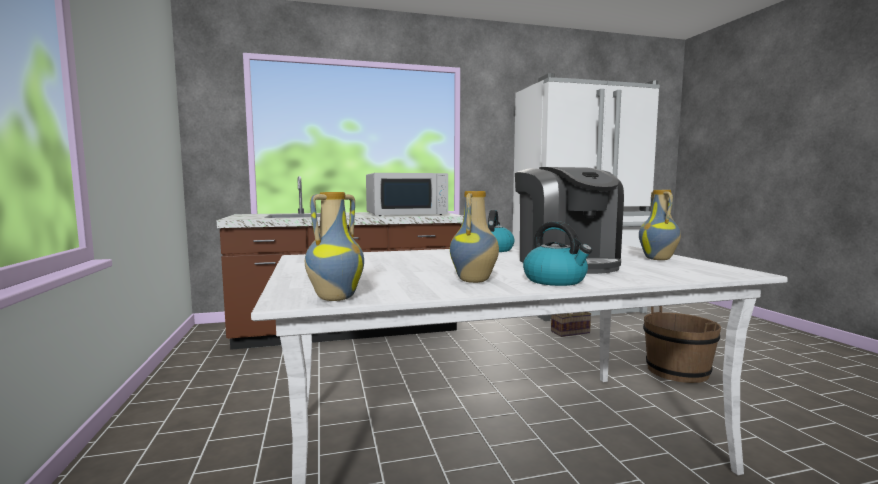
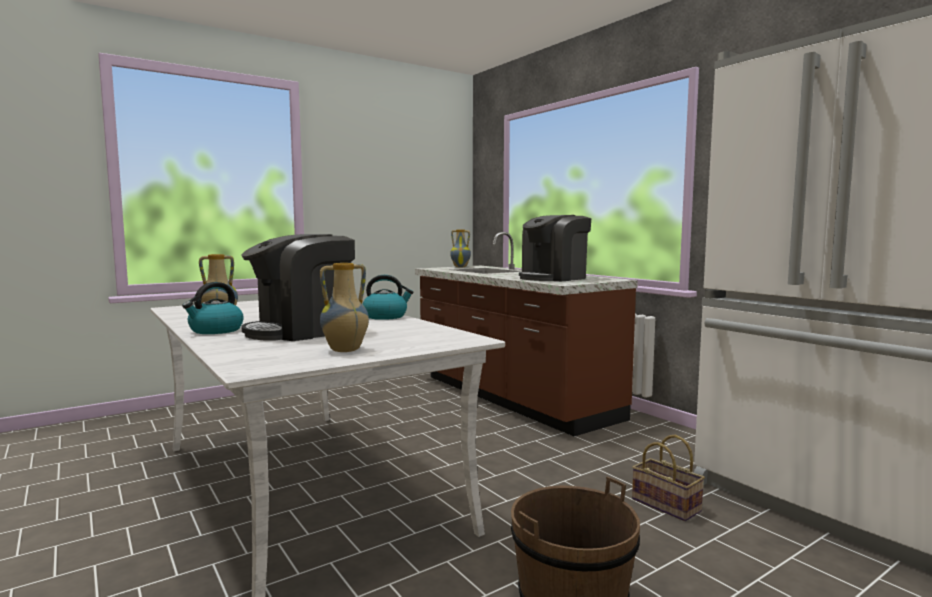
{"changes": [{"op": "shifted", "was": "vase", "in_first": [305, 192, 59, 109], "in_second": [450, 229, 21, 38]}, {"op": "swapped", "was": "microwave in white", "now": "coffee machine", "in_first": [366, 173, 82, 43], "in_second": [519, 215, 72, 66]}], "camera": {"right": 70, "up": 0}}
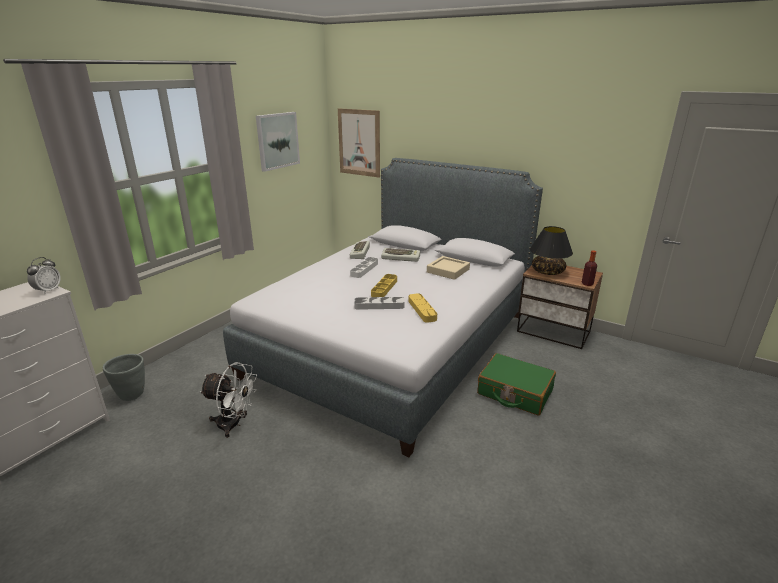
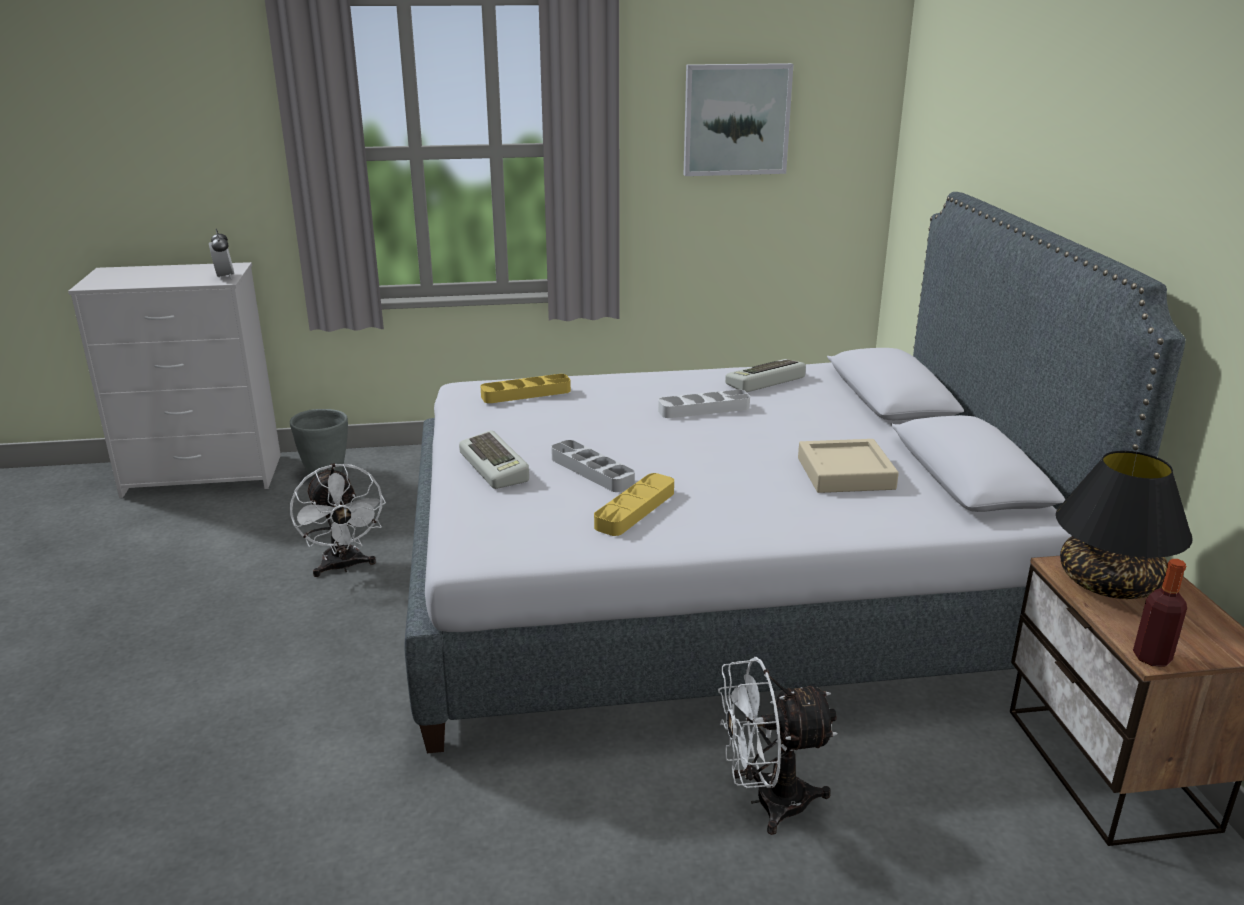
{"changes": [{"op": "rotated", "was": "alarm clock", "in_first": [27, 257, 34, 37], "in_second": [209, 229, 25, 50], "clockwise": -90}, {"op": "shifted", "was": "keyboard", "in_first": [381, 248, 39, 14], "in_second": [459, 430, 70, 59]}, {"op": "shifted", "was": "tray in yellow", "in_first": [371, 274, 26, 23], "in_second": [480, 374, 91, 29]}, {"op": "swapped", "was": "suitcase in green", "now": "fan in white", "in_first": [477, 353, 79, 62], "in_second": [718, 657, 120, 178]}, {"op": "gone", "was": "picture", "in_first": [338, 108, 42, 70]}], "camera": {"right": 50, "up": 0}}
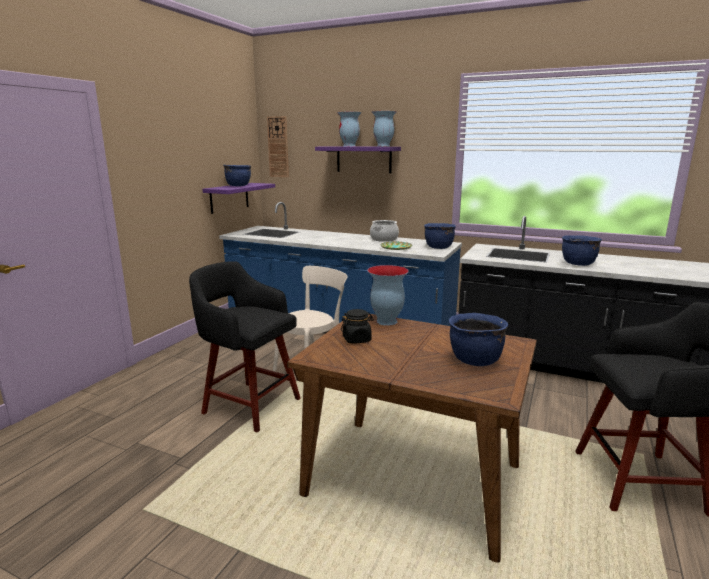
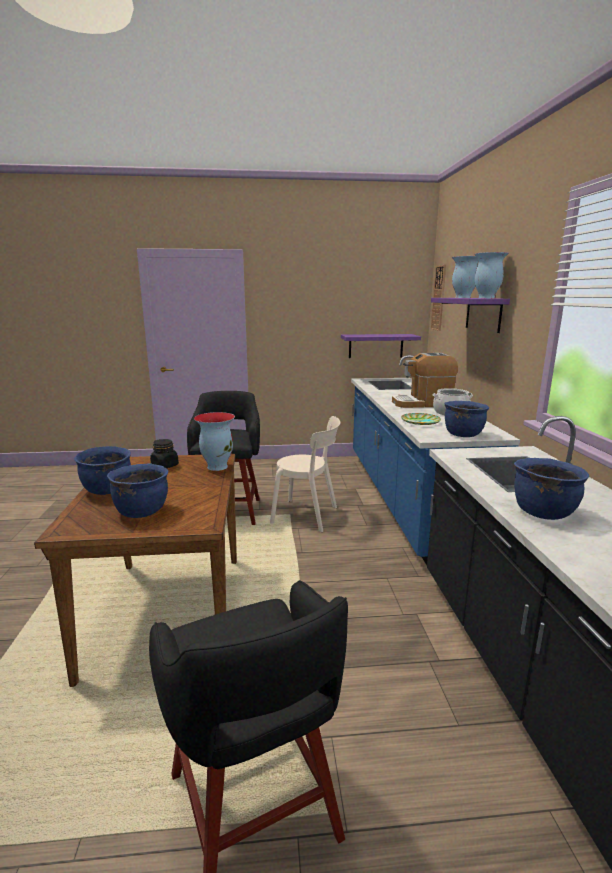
{"changes": [{"op": "shifted", "was": "cooking pot in blue", "in_first": [223, 165, 29, 21], "in_second": [74, 446, 57, 49]}, {"op": "new", "now": "coffee machine", "in_second": [392, 353, 66, 55]}], "camera": {"right": 60, "up": 0}}
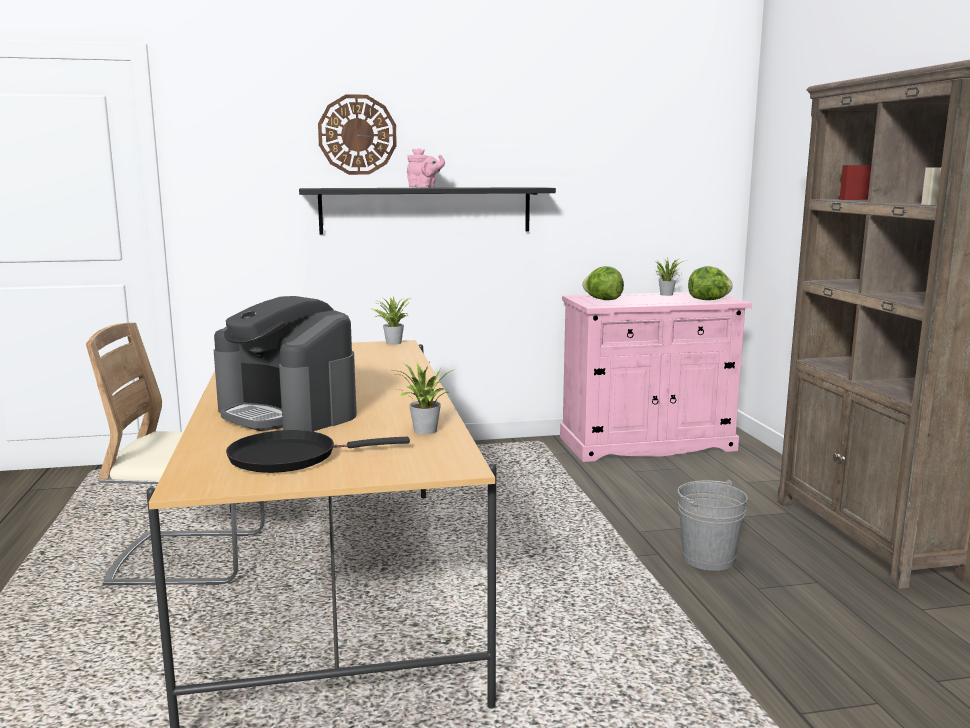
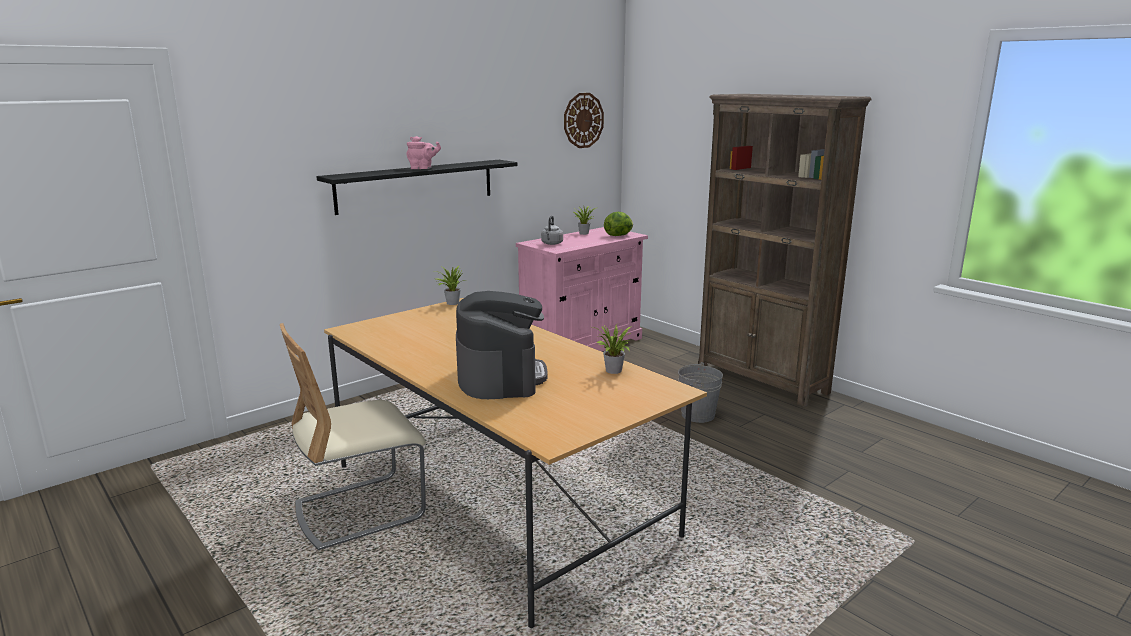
{"changes": [{"op": "rotated", "was": "coffee machine", "in_first": [214, 296, 143, 136], "in_second": [456, 291, 91, 108], "clockwise": -105}, {"op": "swapped", "was": "lettuce", "now": "kettle in grey", "in_first": [582, 266, 42, 34], "in_second": [541, 216, 22, 29]}, {"op": "shifted", "was": "wall clock", "in_first": [318, 94, 79, 81], "in_second": [564, 93, 40, 55]}, {"op": "gone", "was": "frying pan in black", "in_first": [226, 430, 184, 43]}], "camera": {"right": -30, "up": 5}}
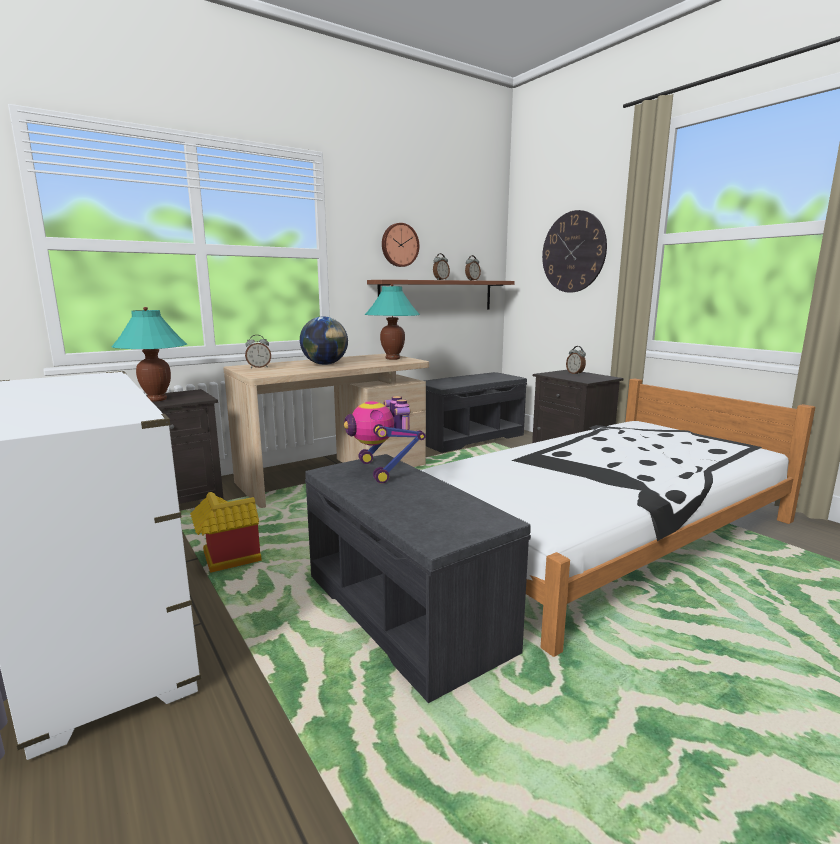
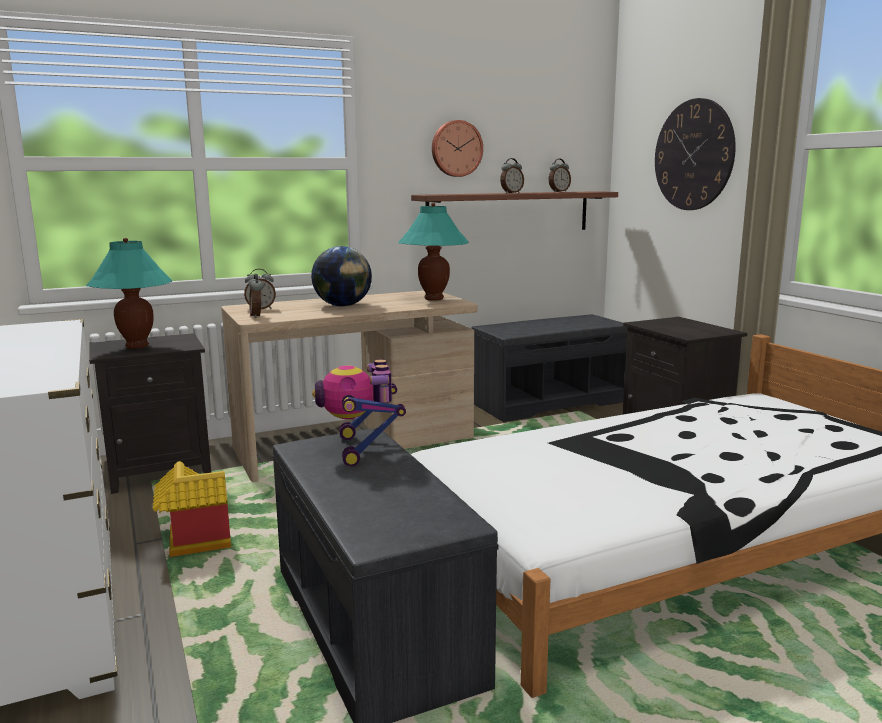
{"changes": [{"op": "shifted", "was": "alarm clock", "in_first": [566, 346, 20, 29], "in_second": [248, 274, 16, 44]}], "camera": {"right": 10, "up": 0}}
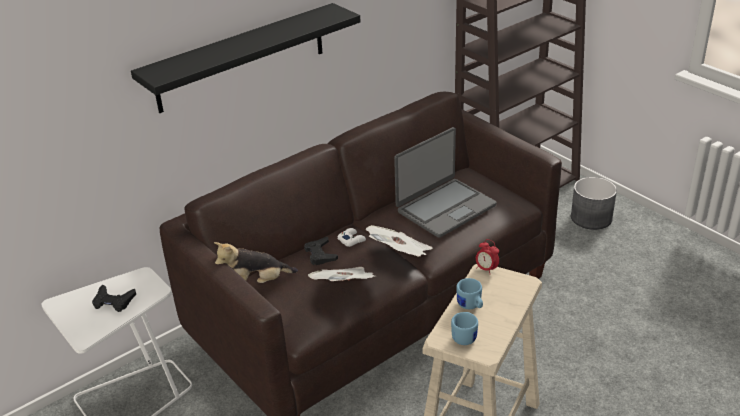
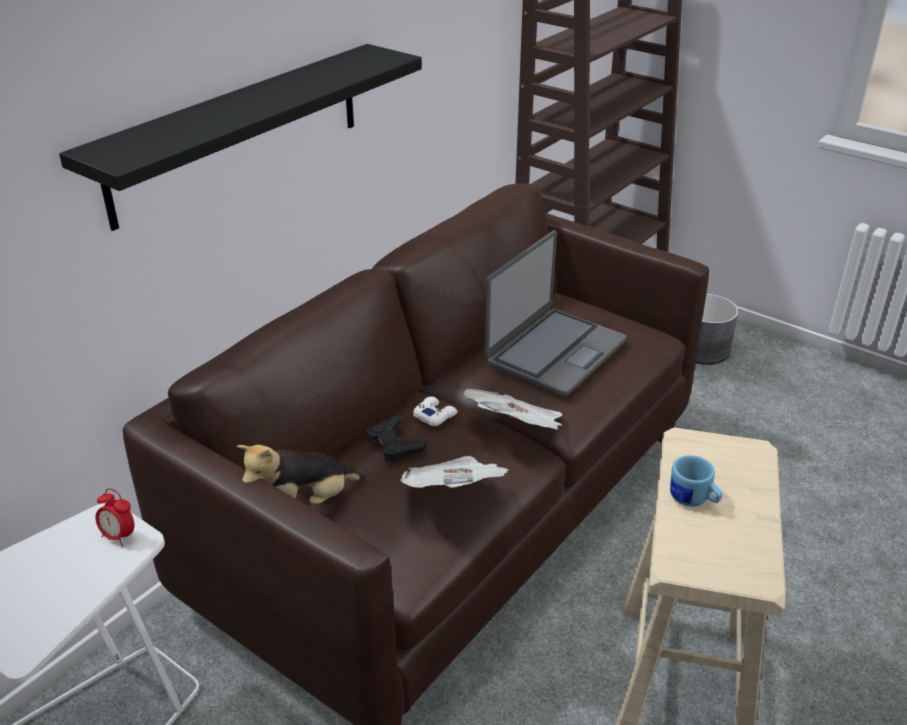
{"changes": [{"op": "shifted", "was": "alarm clock", "in_first": [476, 239, 23, 36], "in_second": [95, 489, 39, 58]}, {"op": "gone", "was": "game controller in black", "in_first": [92, 284, 44, 28]}, {"op": "gone", "was": "mug in blue", "in_first": [451, 312, 27, 33]}], "camera": {"right": -15, "up": 0}}
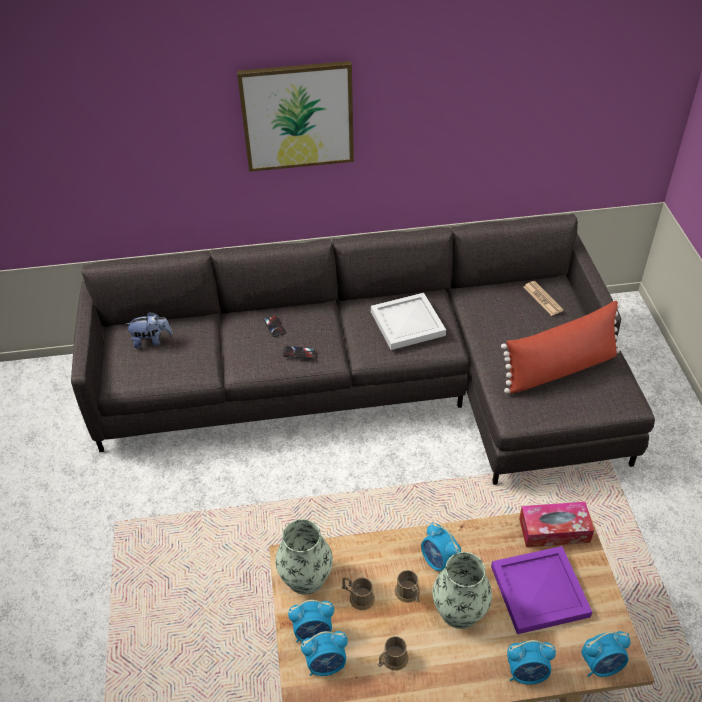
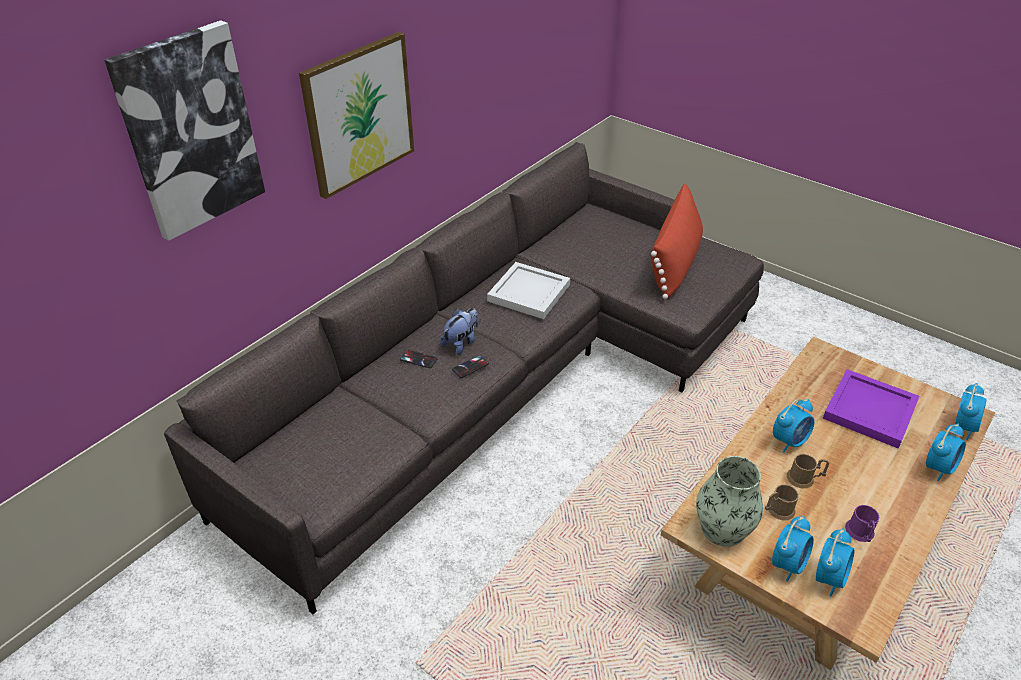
{"changes": [{"op": "new", "now": "picture", "in_second": [104, 20, 161, 221]}, {"op": "shifted", "was": "plush toy", "in_first": [124, 312, 49, 36], "in_second": [440, 308, 38, 47]}, {"op": "rotated", "was": "alarm clock", "in_first": [421, 522, 40, 49], "in_second": [773, 399, 41, 54], "clockwise": -45}, {"op": "repainted", "was": "mug in brown", "now": "mug in purple", "in_first": [378, 636, 31, 35], "in_second": [845, 505, 34, 37]}, {"op": "gone", "was": "vase", "in_first": [432, 552, 60, 77]}, {"op": "gone", "was": "tissue box", "in_first": [519, 502, 75, 45]}, {"op": "gone", "was": "newspaper", "in_first": [523, 281, 41, 35]}], "camera": {"right": -45, "up": -5}}
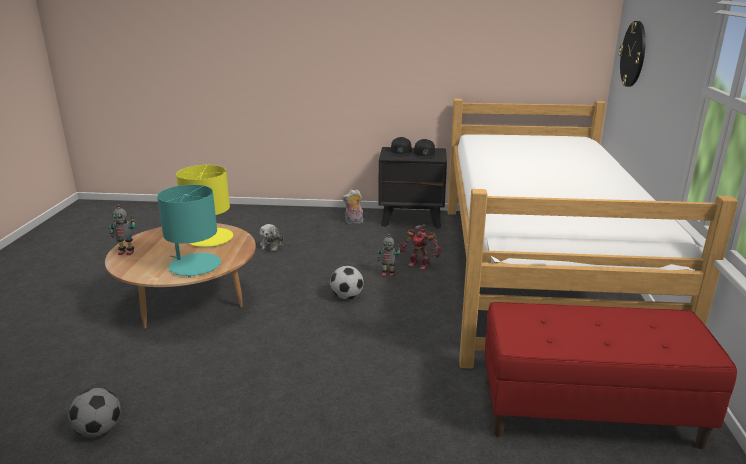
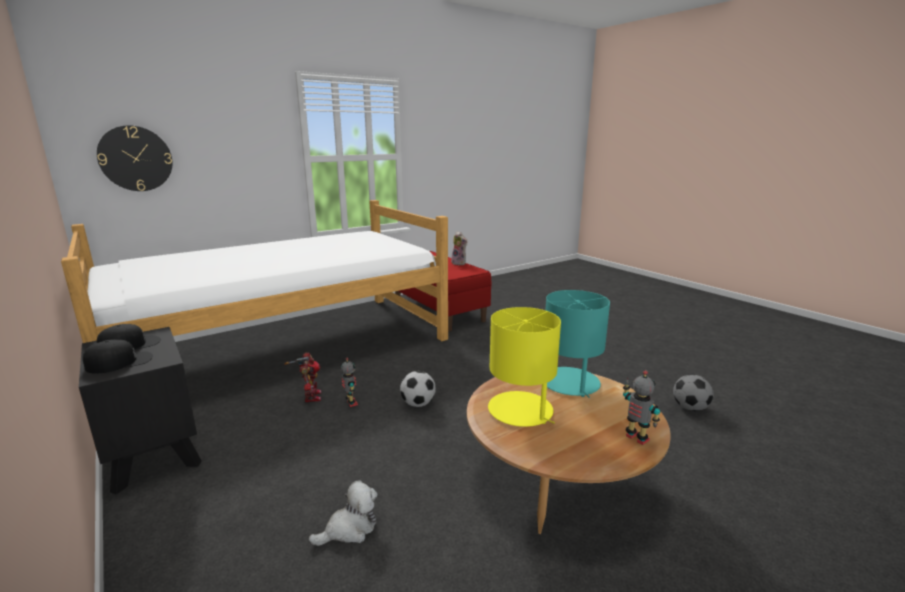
{"changes": [{"op": "shifted", "was": "plush toy", "in_first": [342, 189, 22, 35], "in_second": [451, 231, 16, 34]}], "camera": {"right": -130, "up": -5}}
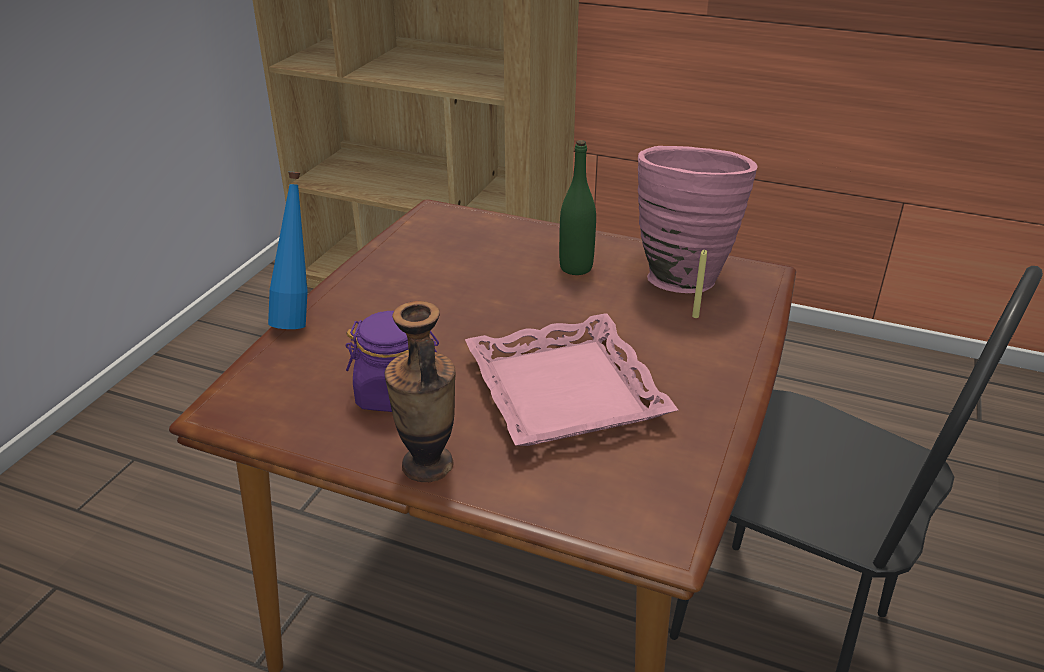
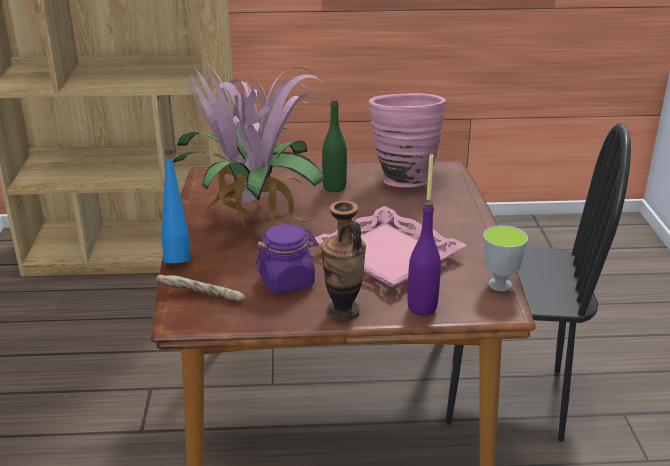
{"changes": [{"op": "new", "now": "bread", "in_second": [156, 275, 89, 26]}, {"op": "new", "now": "potted plant", "in_second": [173, 64, 153, 164]}, {"op": "new", "now": "bottle in purple", "in_second": [408, 202, 33, 114]}, {"op": "new", "now": "cup", "in_second": [483, 225, 45, 66]}], "camera": {"right": -25, "up": -5}}
